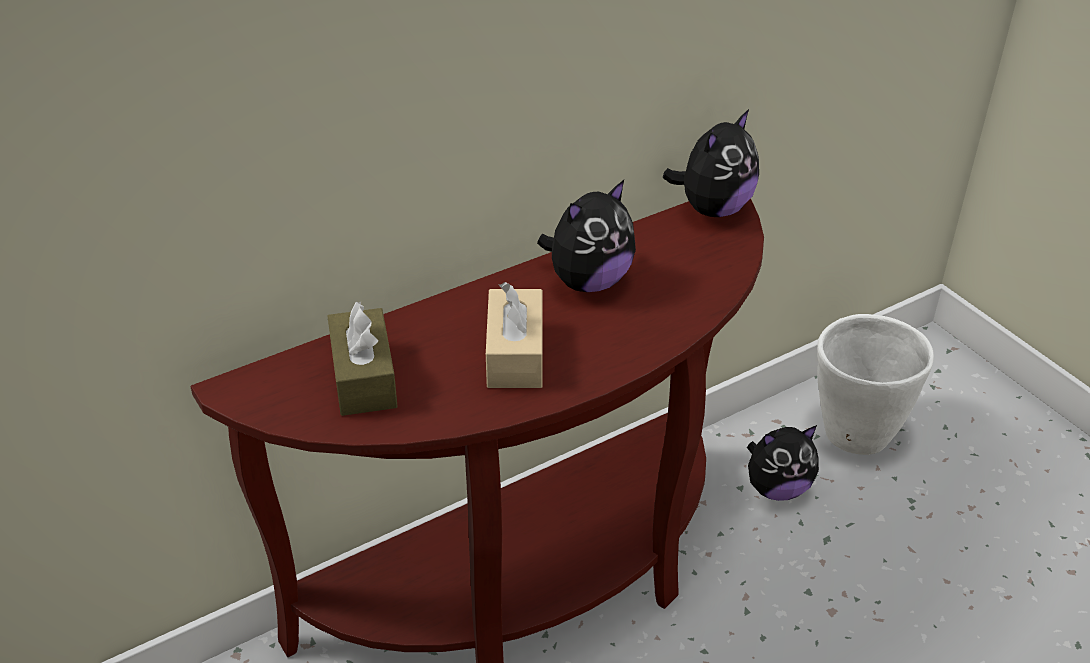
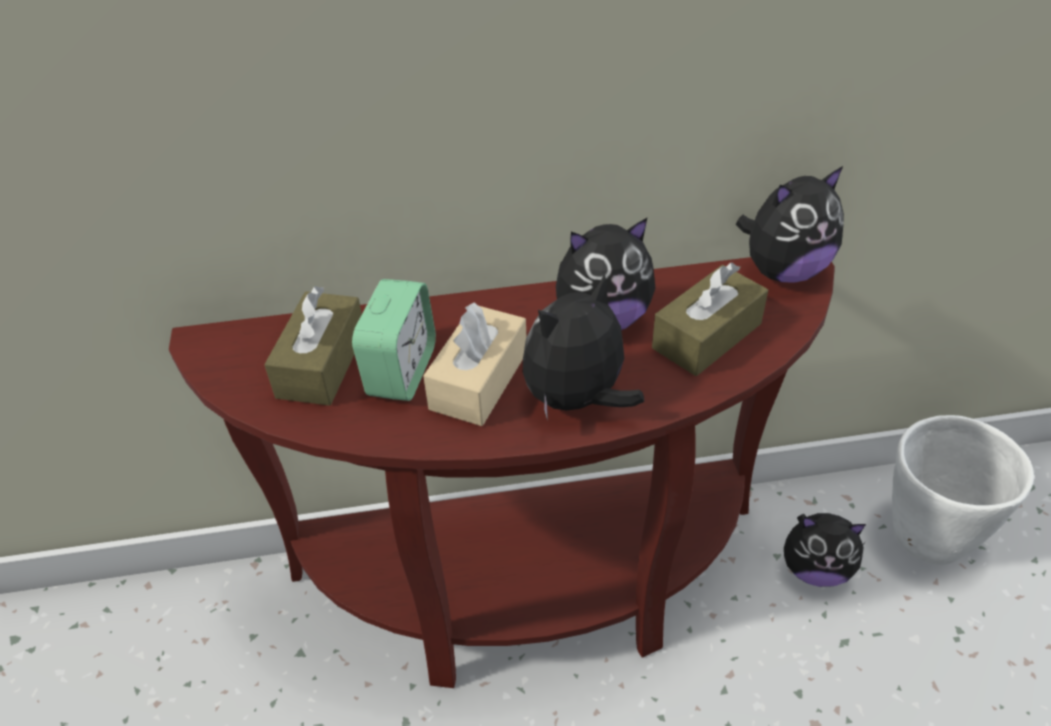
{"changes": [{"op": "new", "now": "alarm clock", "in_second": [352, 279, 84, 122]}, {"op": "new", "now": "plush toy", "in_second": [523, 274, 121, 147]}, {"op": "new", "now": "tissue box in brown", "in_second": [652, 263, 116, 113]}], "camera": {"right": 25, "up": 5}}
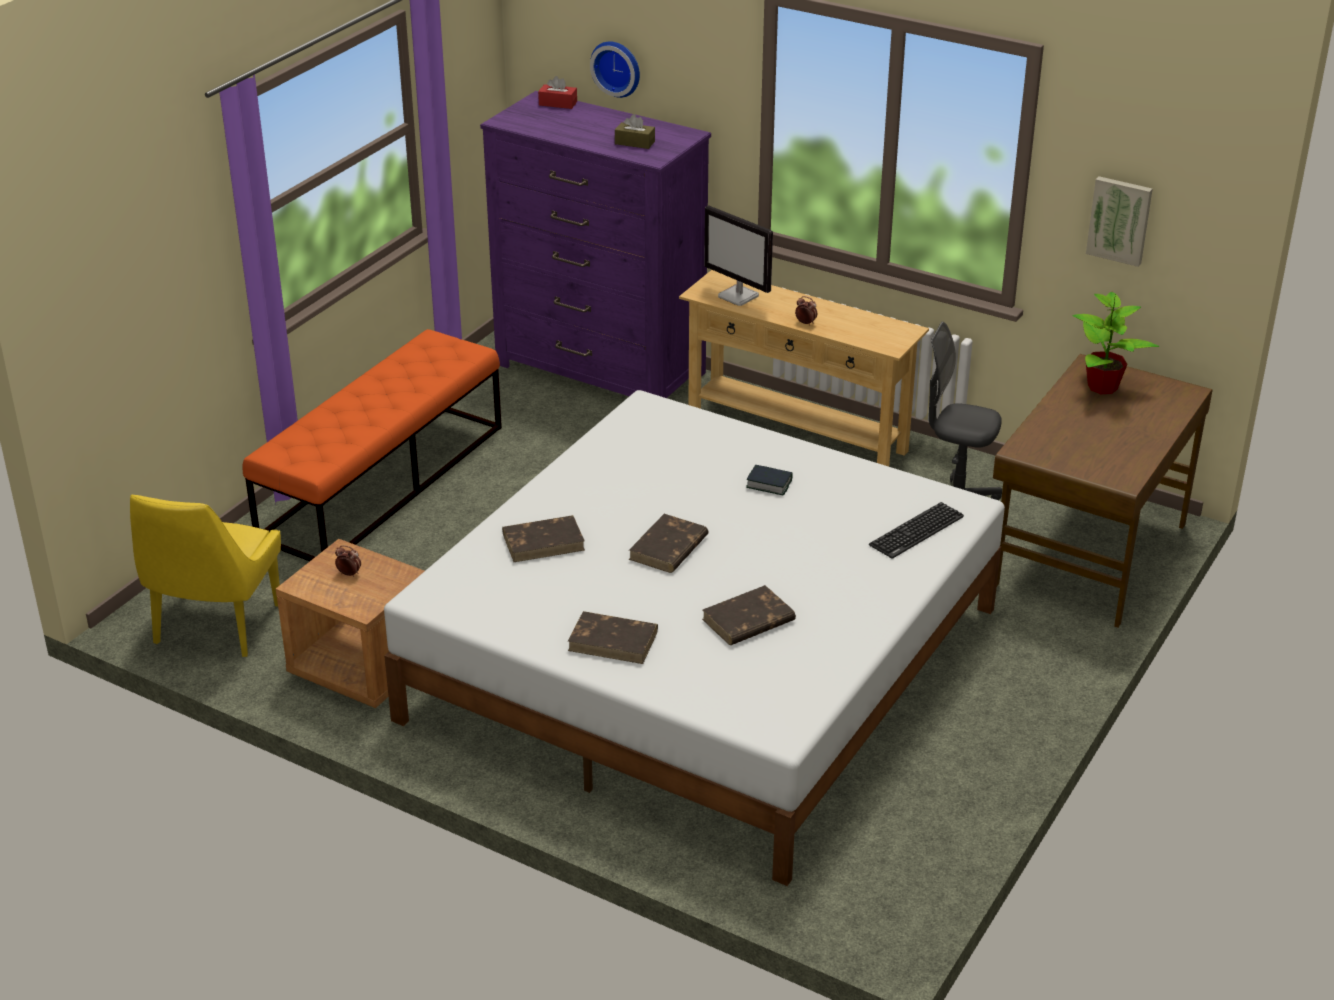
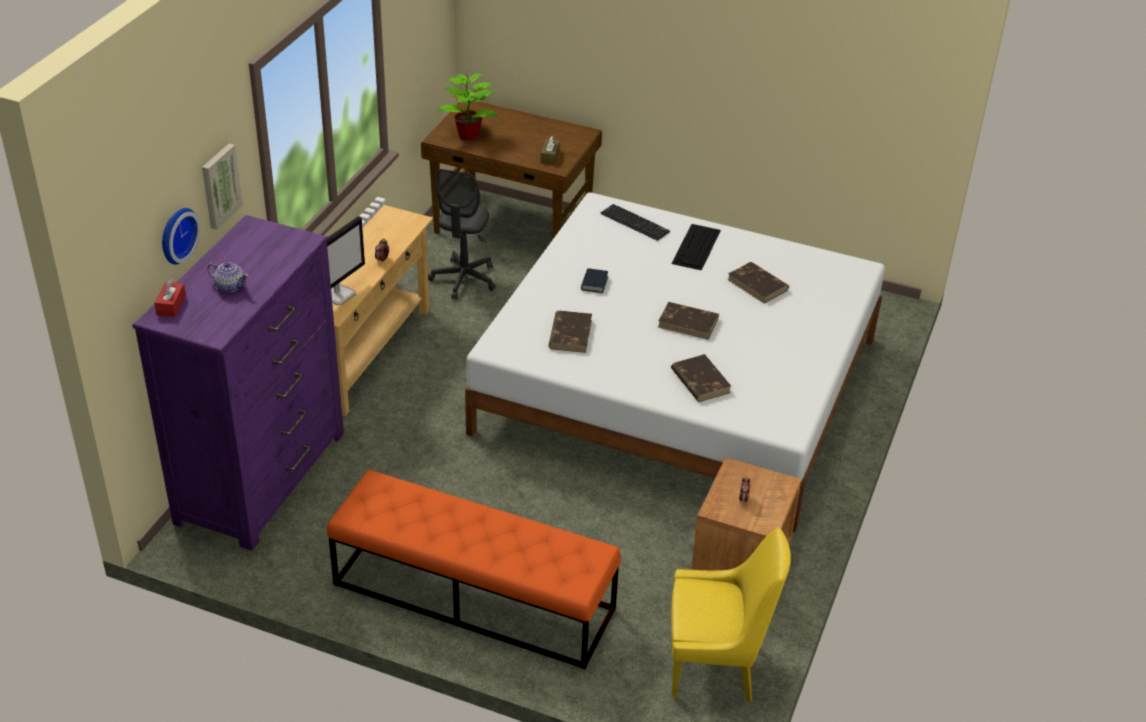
{"changes": [{"op": "shifted", "was": "picture", "in_first": [1086, 176, 67, 91], "in_second": [202, 144, 41, 86]}, {"op": "new", "now": "teapot", "in_second": [207, 262, 42, 30]}, {"op": "shifted", "was": "tissue box in brown", "in_first": [615, 114, 40, 35], "in_second": [540, 136, 20, 29]}, {"op": "shifted", "was": "book in brown", "in_first": [568, 611, 90, 53], "in_second": [548, 311, 44, 42]}, {"op": "new", "now": "keyboard", "in_second": [672, 224, 49, 46]}], "camera": {"right": -100, "up": 5}}
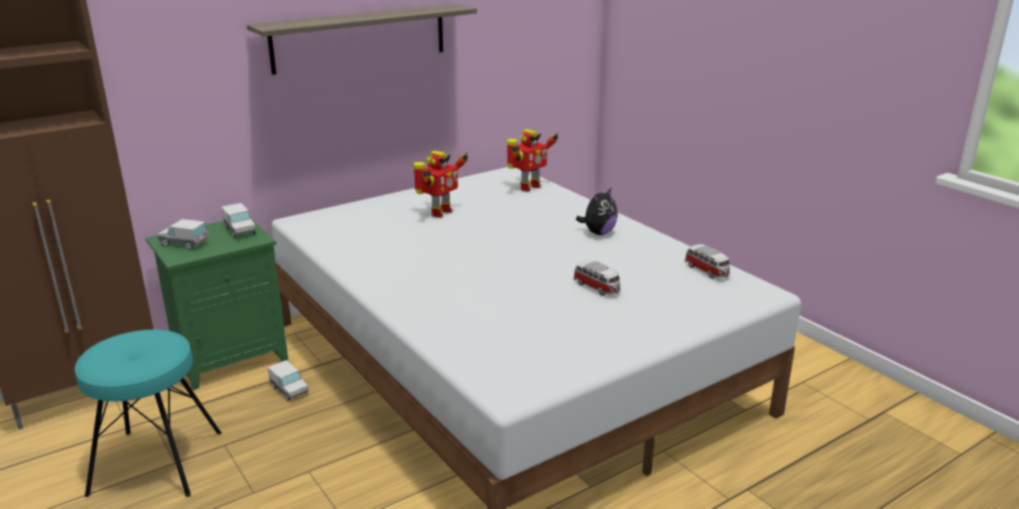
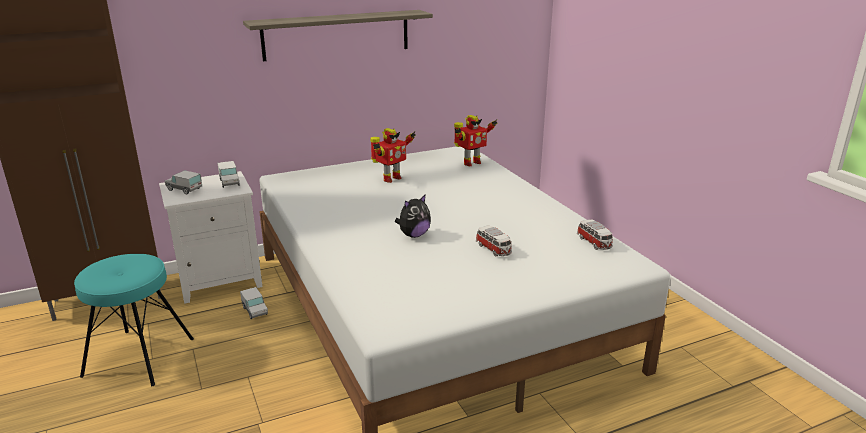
{"changes": [{"op": "repainted", "was": "nightstand in green", "now": "nightstand in white", "in_first": [146, 218, 142, 172], "in_second": [159, 171, 104, 133]}, {"op": "shifted", "was": "plush toy", "in_first": [576, 187, 42, 48], "in_second": [395, 194, 36, 44]}], "camera": {"right": 10, "up": 0}}
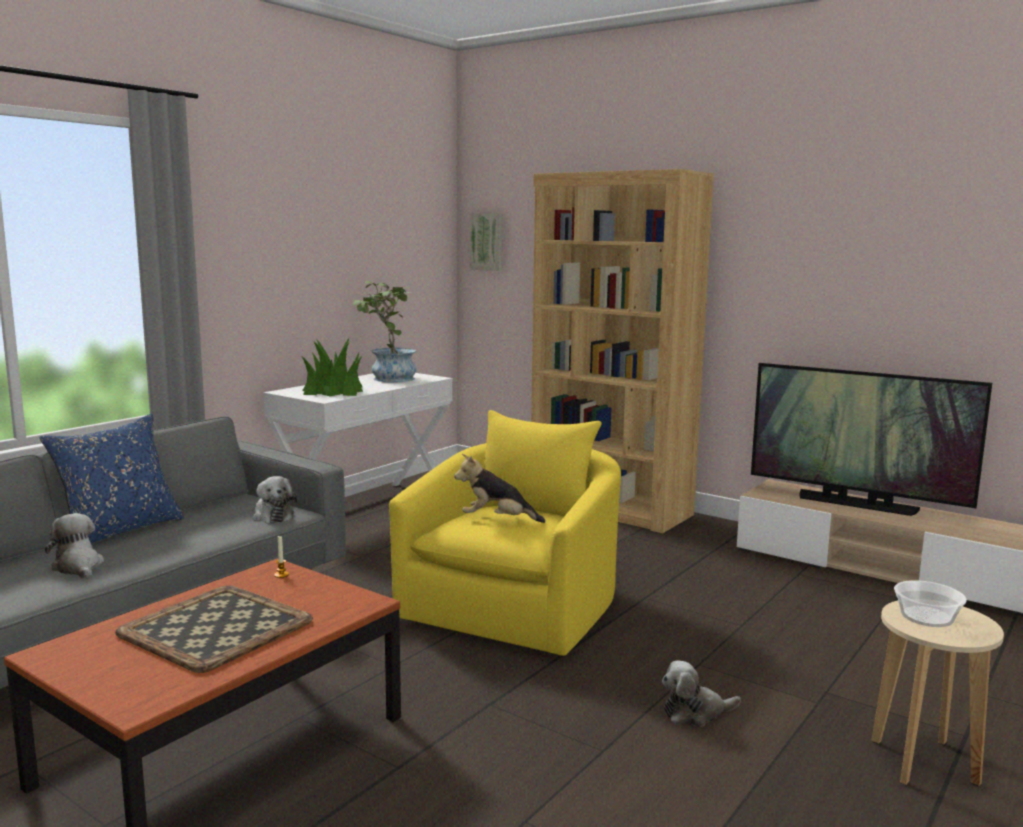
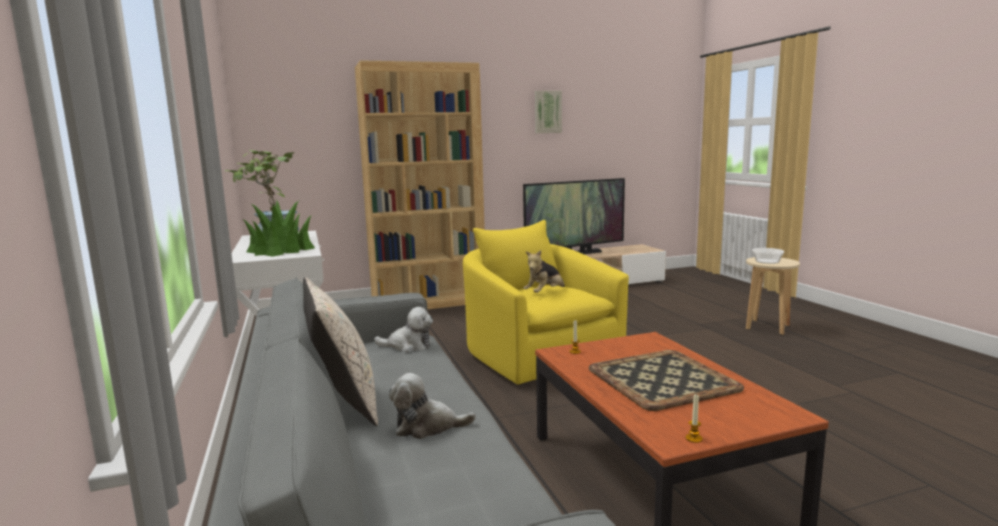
{"changes": [{"op": "repainted", "was": "pillow in blue", "now": "pillow in beige", "in_first": [40, 414, 144, 129], "in_second": [303, 277, 75, 149]}, {"op": "shifted", "was": "picture", "in_first": [469, 213, 34, 58], "in_second": [535, 91, 27, 42]}, {"op": "new", "now": "candle", "in_second": [686, 395, 17, 48]}, {"op": "gone", "was": "plush toy", "in_first": [662, 660, 79, 66]}], "camera": {"right": -55, "up": 0}}
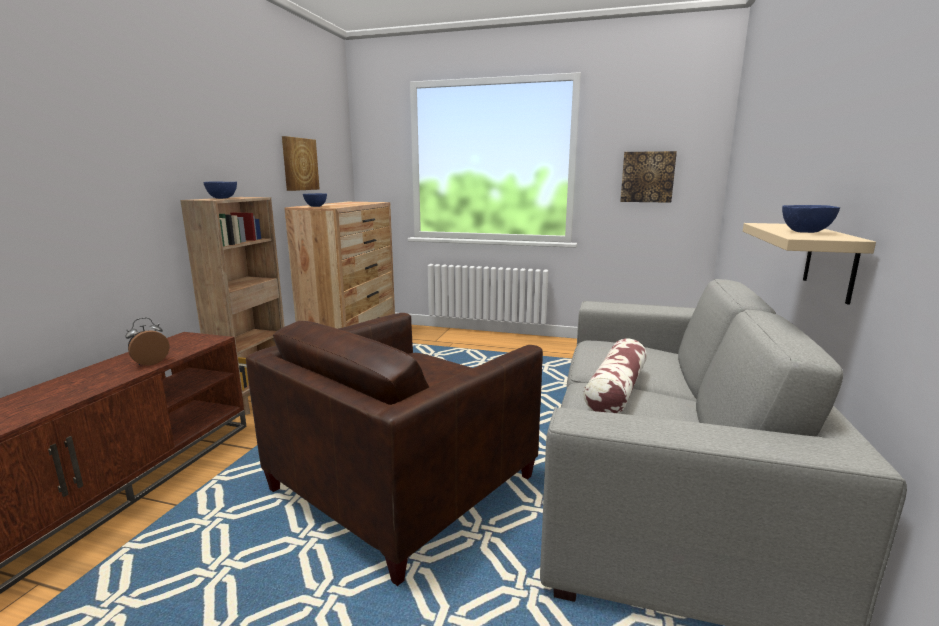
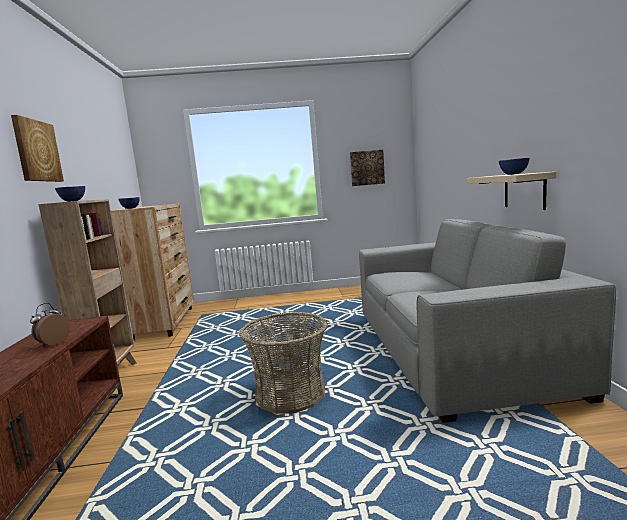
{"changes": [{"op": "shifted", "was": "picture", "in_first": [282, 136, 38, 55], "in_second": [11, 115, 53, 67]}, {"op": "swapped", "was": "armchair in brown", "now": "basket", "in_first": [246, 313, 297, 273], "in_second": [239, 312, 89, 102]}, {"op": "gone", "was": "pillow", "in_first": [583, 339, 64, 75]}], "camera": {"right": -20, "up": -5}}
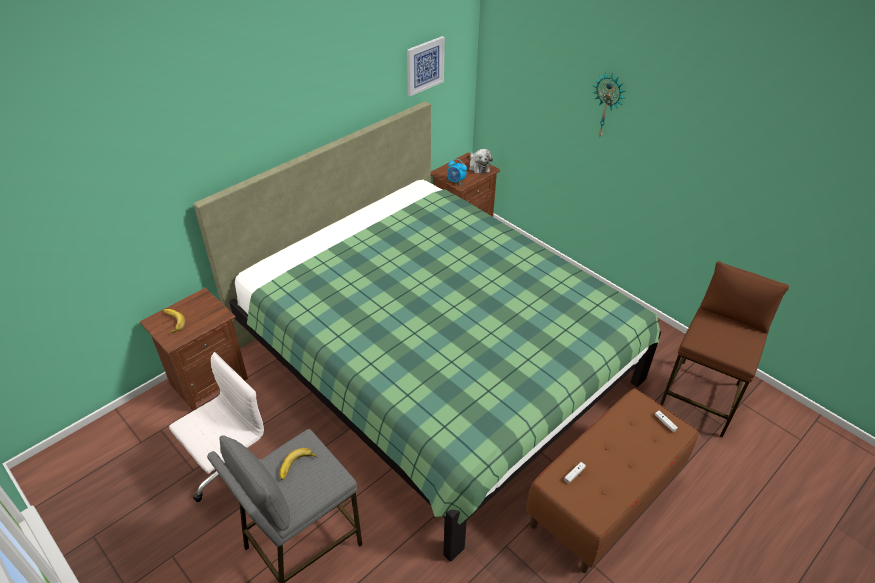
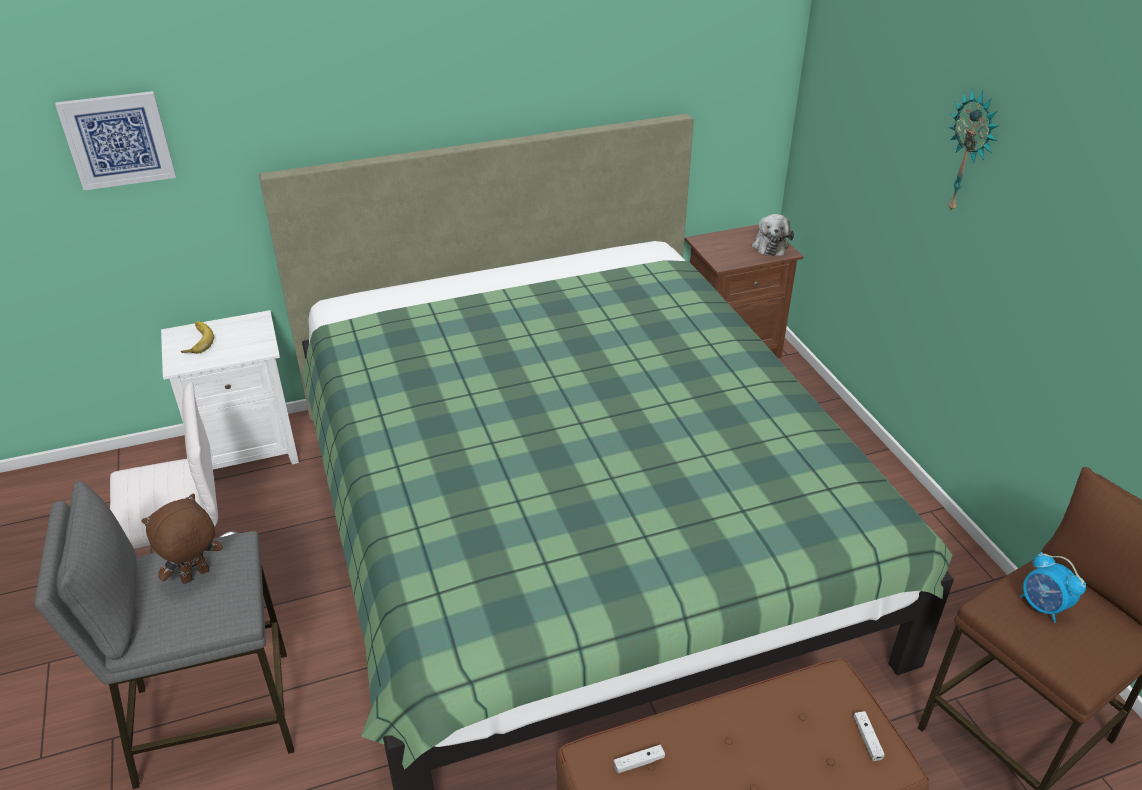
{"changes": [{"op": "shifted", "was": "picture", "in_first": [407, 36, 38, 60], "in_second": [55, 91, 121, 99]}, {"op": "swapped", "was": "banana", "now": "plush toy in brown", "in_first": [280, 448, 38, 32], "in_second": [142, 494, 81, 90]}, {"op": "repainted", "was": "nightstand in brown", "now": "nightstand in white", "in_first": [140, 288, 108, 123], "in_second": [161, 310, 138, 160]}, {"op": "shifted", "was": "alarm clock", "in_first": [447, 159, 20, 26], "in_second": [1020, 552, 66, 71]}], "camera": {"right": 25, "up": -5}}
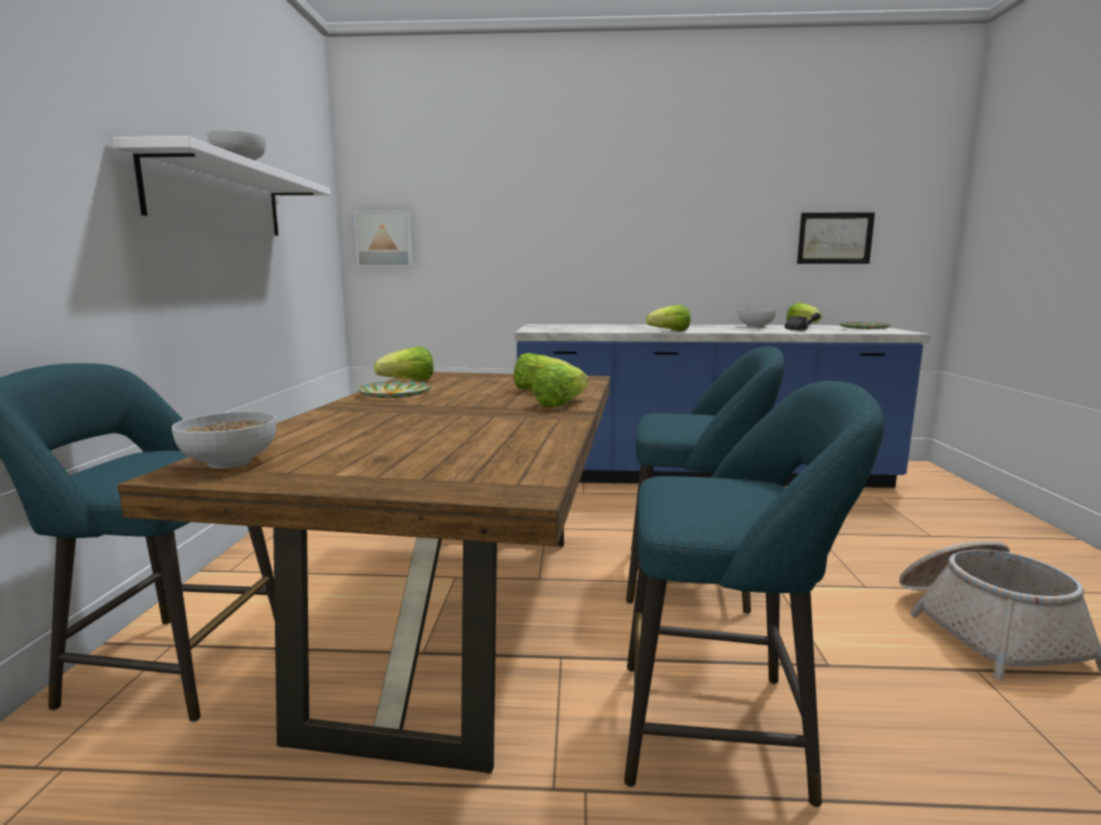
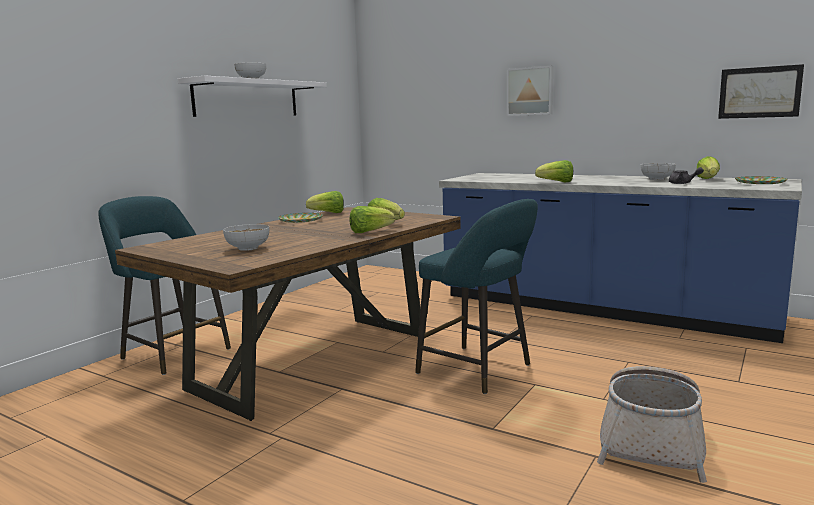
{"changes": [{"op": "shifted", "was": "bowl", "in_first": [172, 412, 104, 57], "in_second": [223, 224, 46, 27]}, {"op": "shifted", "was": "picture", "in_first": [354, 211, 59, 56], "in_second": [507, 66, 46, 50]}, {"op": "gone", "was": "stool in turquoise", "in_first": [624, 381, 260, 427]}], "camera": {"right": 30, "up": 0}}
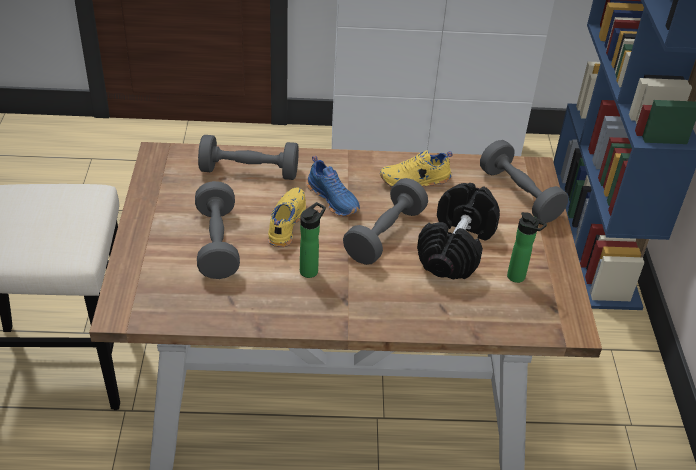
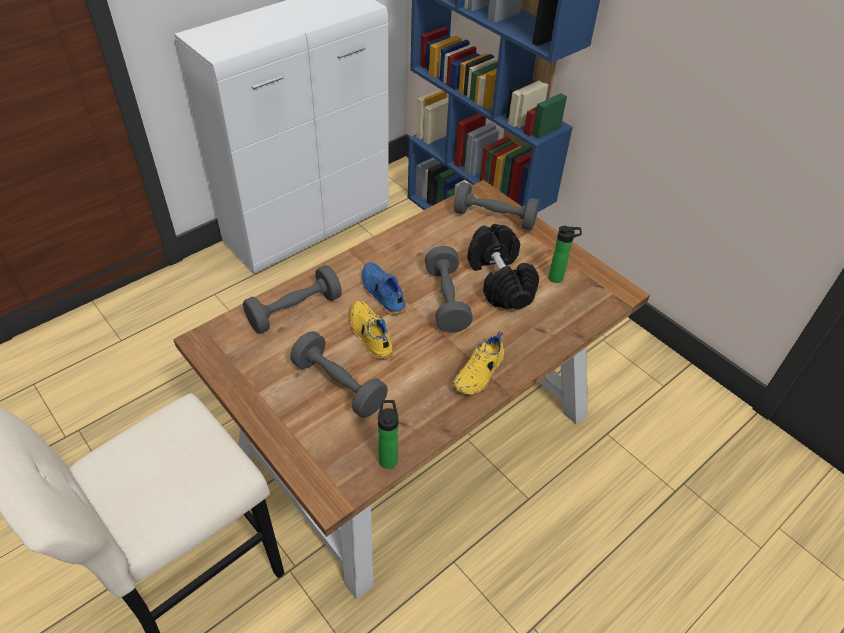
{"changes": [{"op": "rotated", "was": "shoe in blue", "in_first": [306, 156, 54, 61], "in_second": [362, 262, 45, 53], "clockwise": -135}, {"op": "shifted", "was": "bottle", "in_first": [300, 202, 26, 76], "in_second": [378, 400, 20, 69]}, {"op": "shifted", "was": "shoe in yellow", "in_first": [380, 150, 73, 37], "in_second": [452, 331, 52, 64]}], "camera": {"right": -40, "up": 5}}
